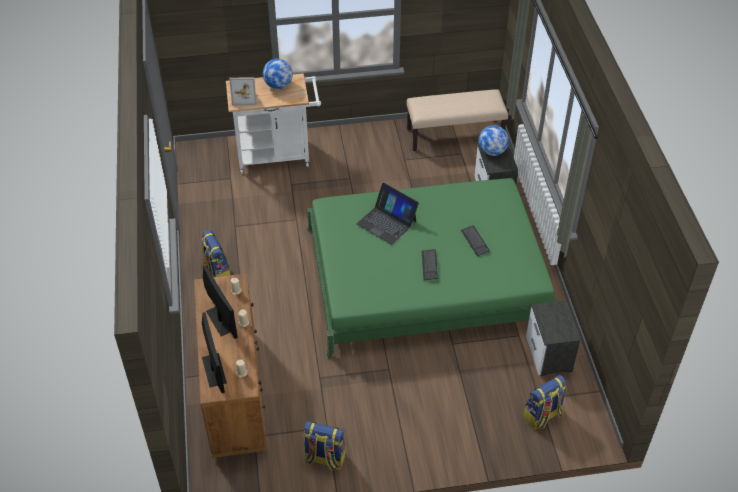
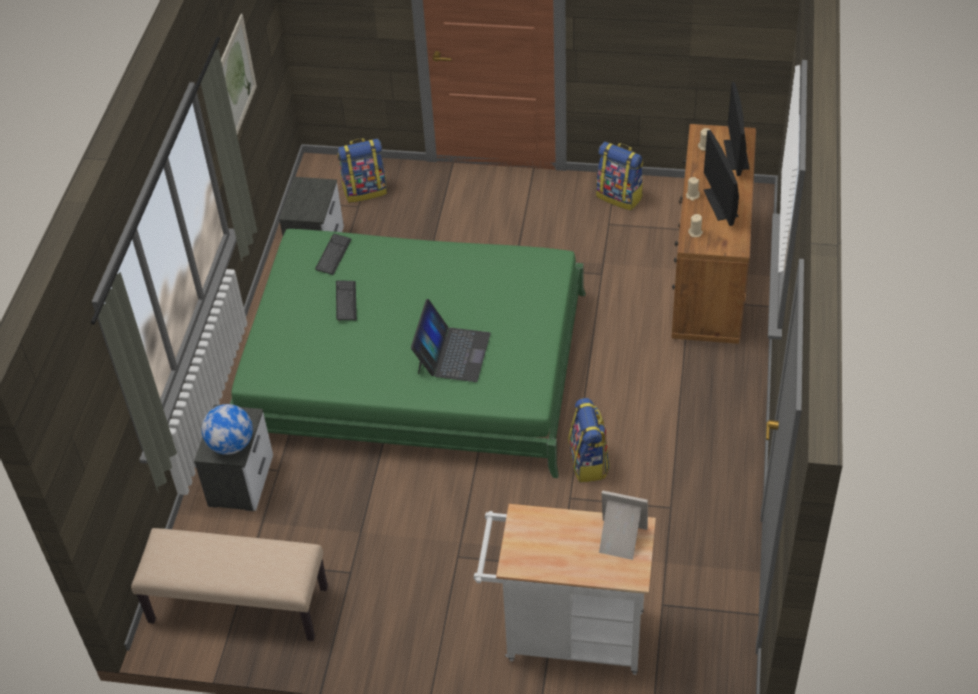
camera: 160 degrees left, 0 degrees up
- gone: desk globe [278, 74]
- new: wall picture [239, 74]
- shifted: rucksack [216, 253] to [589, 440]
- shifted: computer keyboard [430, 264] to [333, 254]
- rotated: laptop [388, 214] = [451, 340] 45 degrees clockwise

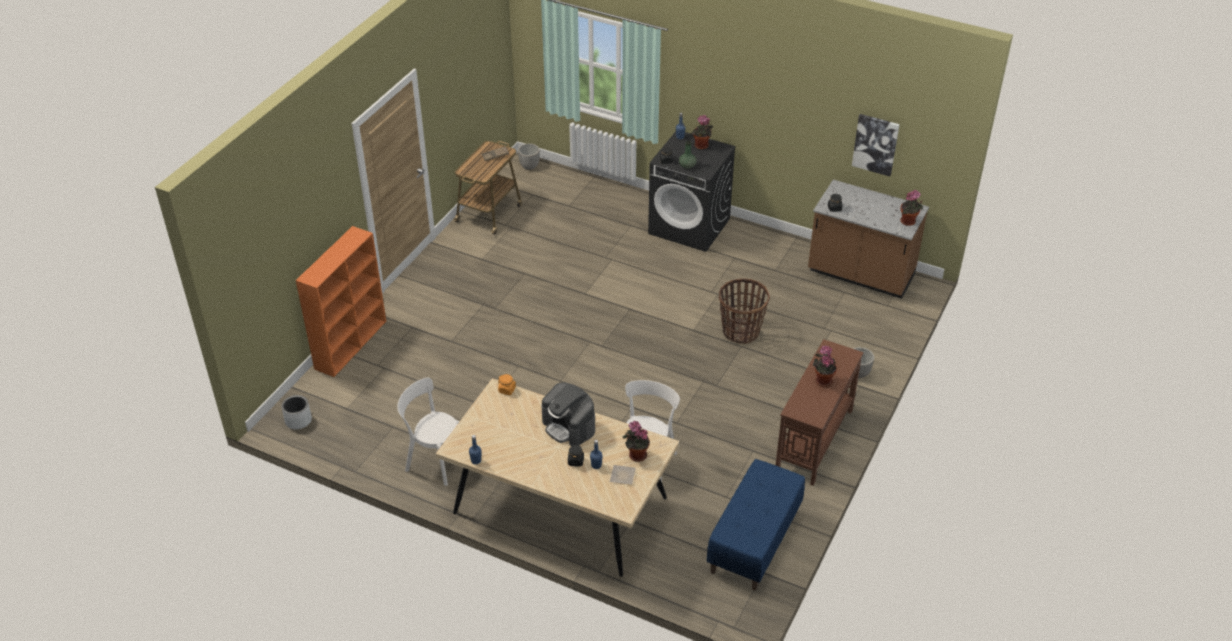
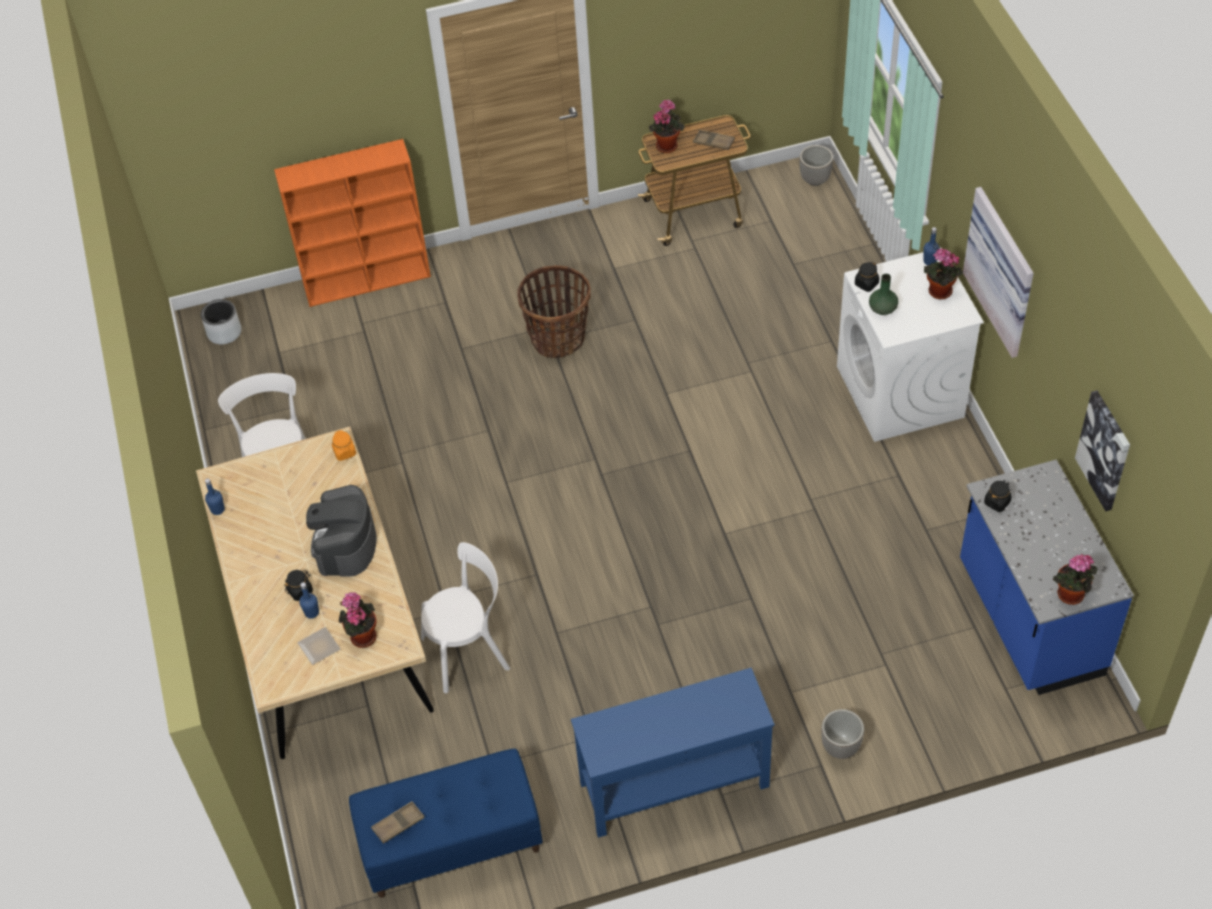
camera: 50 degrees right, 10 degrees up
- new: serving tray (brown) [398, 822]
- new: wall picture [998, 272]
- shifted: storage basket [744, 311] to [554, 311]
- shifted: potted plant [825, 366] to [667, 126]
- repainted: washing machine (black) [692, 191] to washing machine (white) [910, 345]
- repainted: narrow table (brown) [819, 412] to narrow table (bluish) [672, 753]
- repainted: counter (brown) [868, 239] to counter (bluish) [1047, 577]

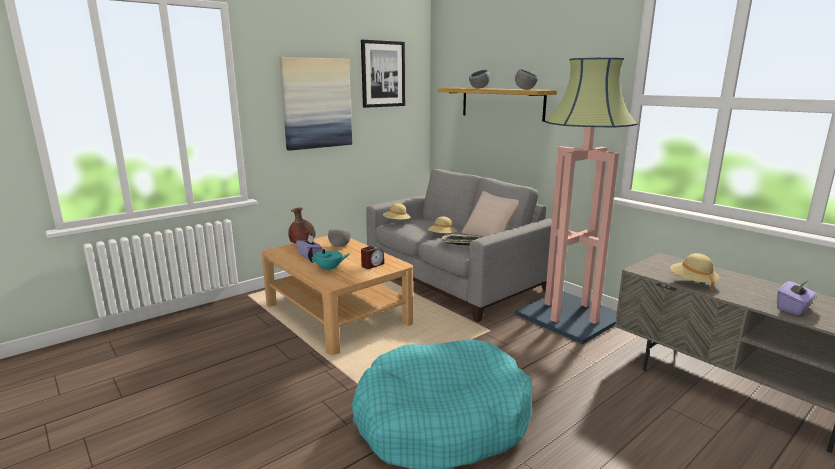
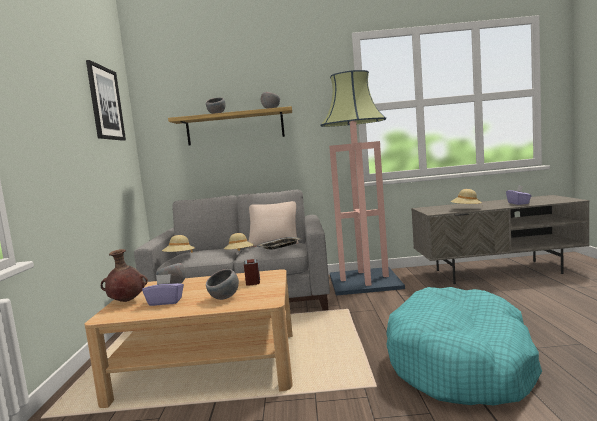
camera: 50 degrees left, 10 degrees down
- gone: wall picture [315, 104]
- swapped: teapot (turquoise-coloured) [329, 258] to deep dish (gray) [222, 284]

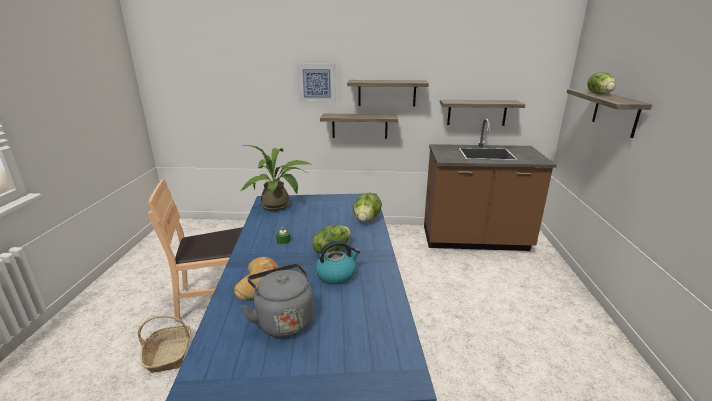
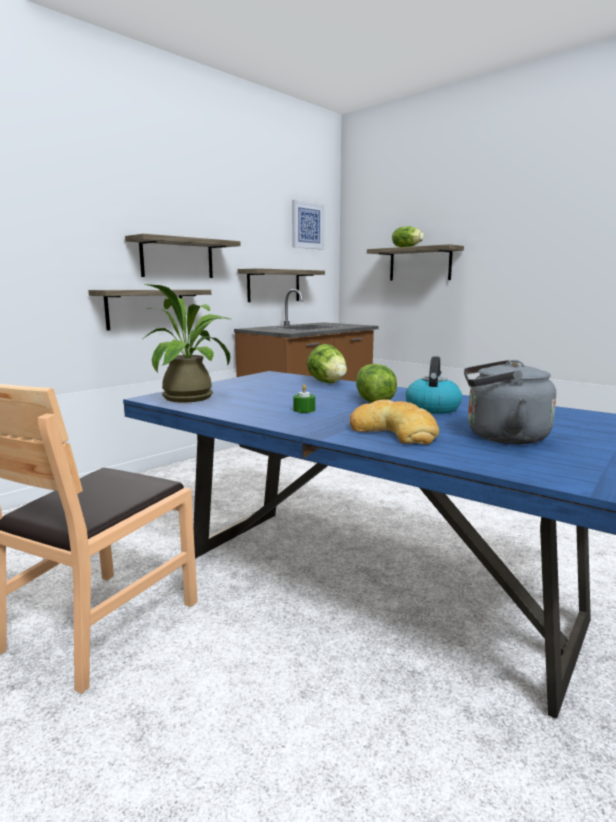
camera: 50 degrees left, 10 degrees down
- gone: storage basket [164, 344]
- shifted: wall picture [316, 83] to [308, 224]

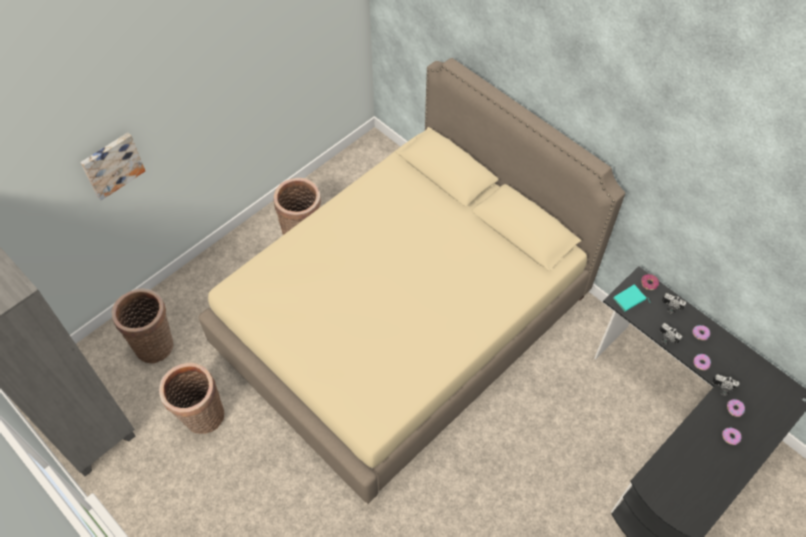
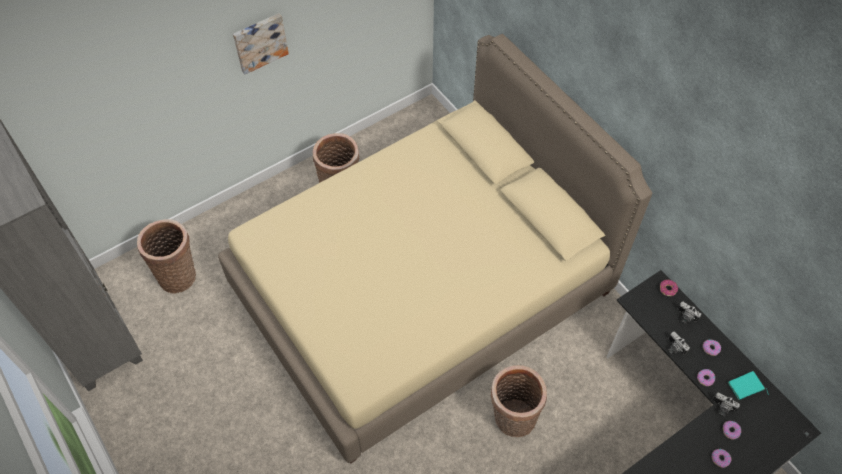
camera: 10 degrees right, 0 degrees up
- shifted: wall picture [112, 166] to [261, 43]
- shifted: storage basket [191, 398] to [519, 401]
- shifted: volume (turquoise-coloured) [632, 298] to [748, 385]

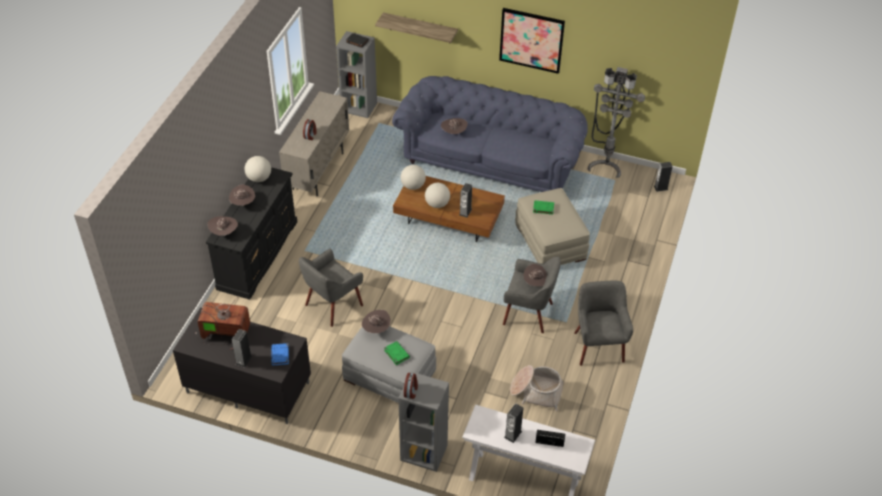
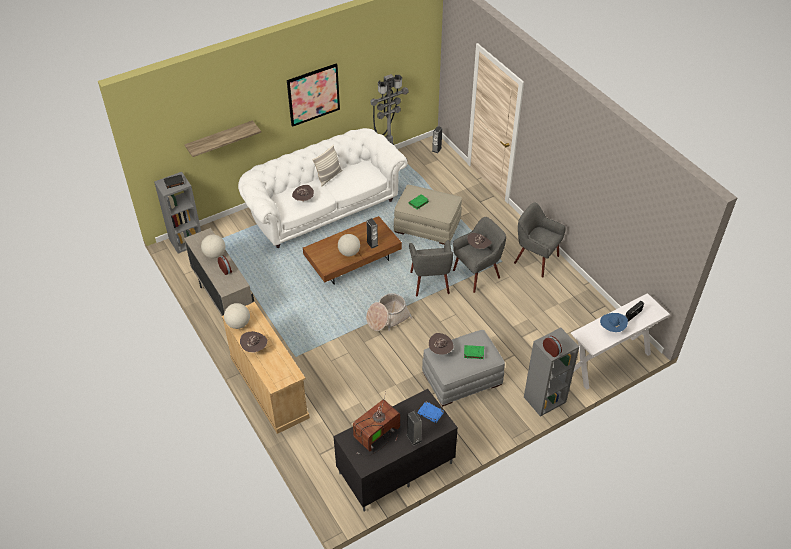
camera: 50 degrees left, 0 degrees up
- gone: clothing hat (brown) [222, 226]
- new: throw pillow [327, 166]
- shifted: easy chair (gray) [331, 288] to [431, 268]
- shifted: desk globe [413, 177] to [213, 246]
- shifted: storage basket [537, 388] to [389, 312]
- swapped: loudspeaker [513, 423] to clothing hat (bluish) [614, 322]
- repainted: drawer chest (black) [251, 233] to drawer chest (beige-coloured) [266, 368]
- repainted: couch (bluish) [490, 134] to couch (white) [322, 188]

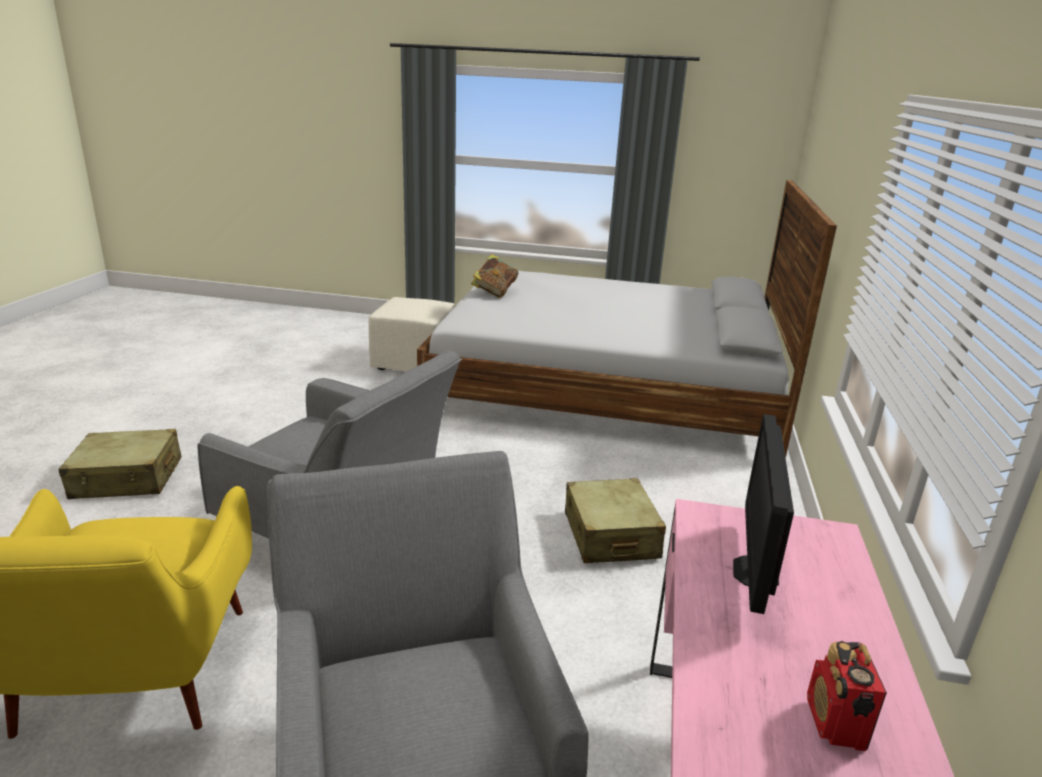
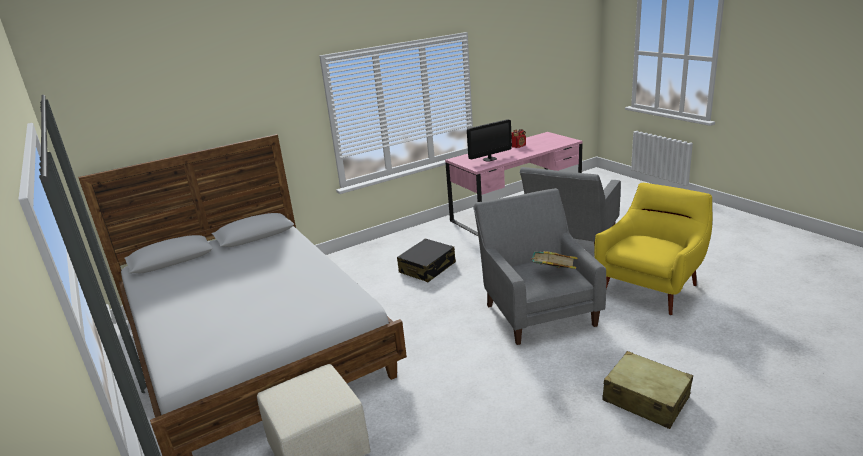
camera: 130 degrees left, 0 degrees up
- shifted: volume [494, 276] to [555, 260]
- repainted: travel case (beige-coloured) [615, 520] to travel case (black) [426, 260]

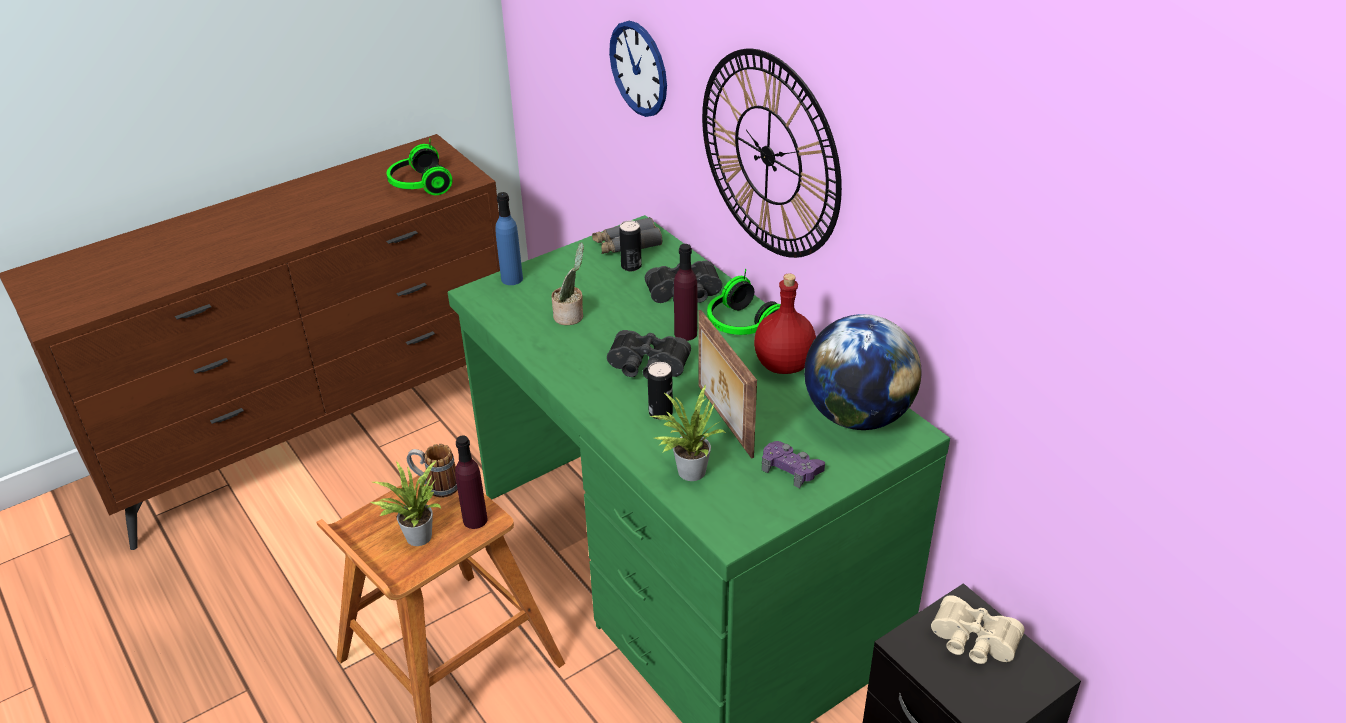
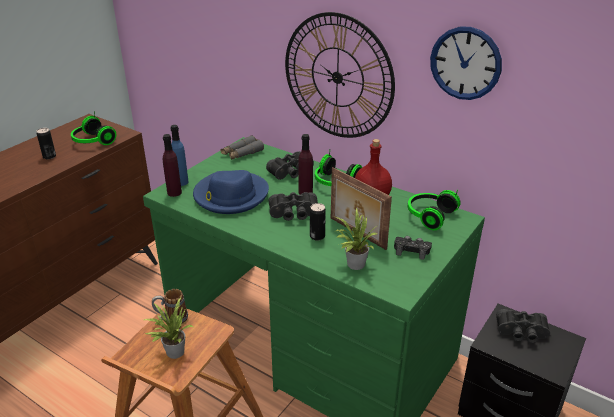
camera: 20 degrees left, 5 degrees down
- shifted: beverage bottle (purple) [471, 482] to [172, 165]
- shifted: hanging clock [638, 69] to [466, 63]
- shifted: can [630, 245] to [46, 143]
- swapped: potted plant [567, 283] to clothing hat (bluish) [231, 192]
- swapped: desk globe [863, 372] to pair of headphones [434, 210]
- repainted: gamepad (purple) [793, 464] to gamepad (black) [413, 248]
- repainted: pair of binoculars (beige-coloured) [978, 629] to pair of binoculars (black) [523, 326]

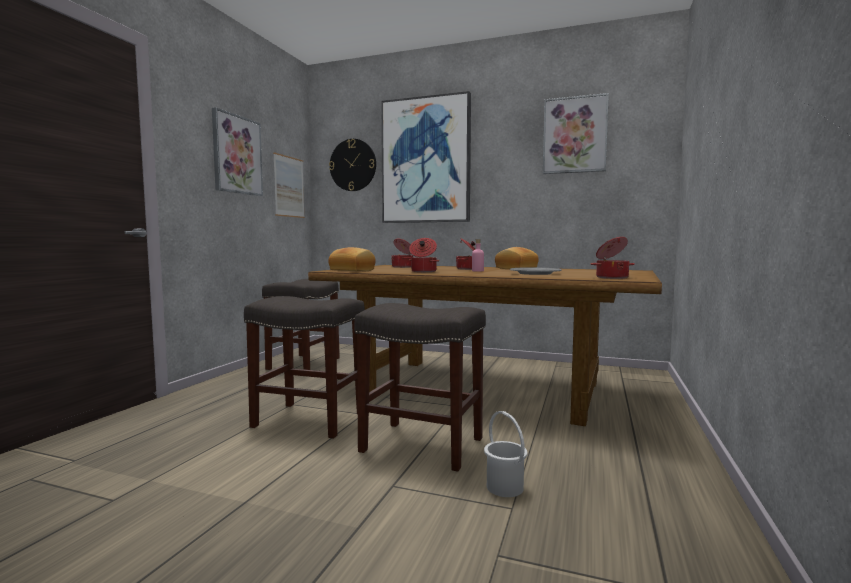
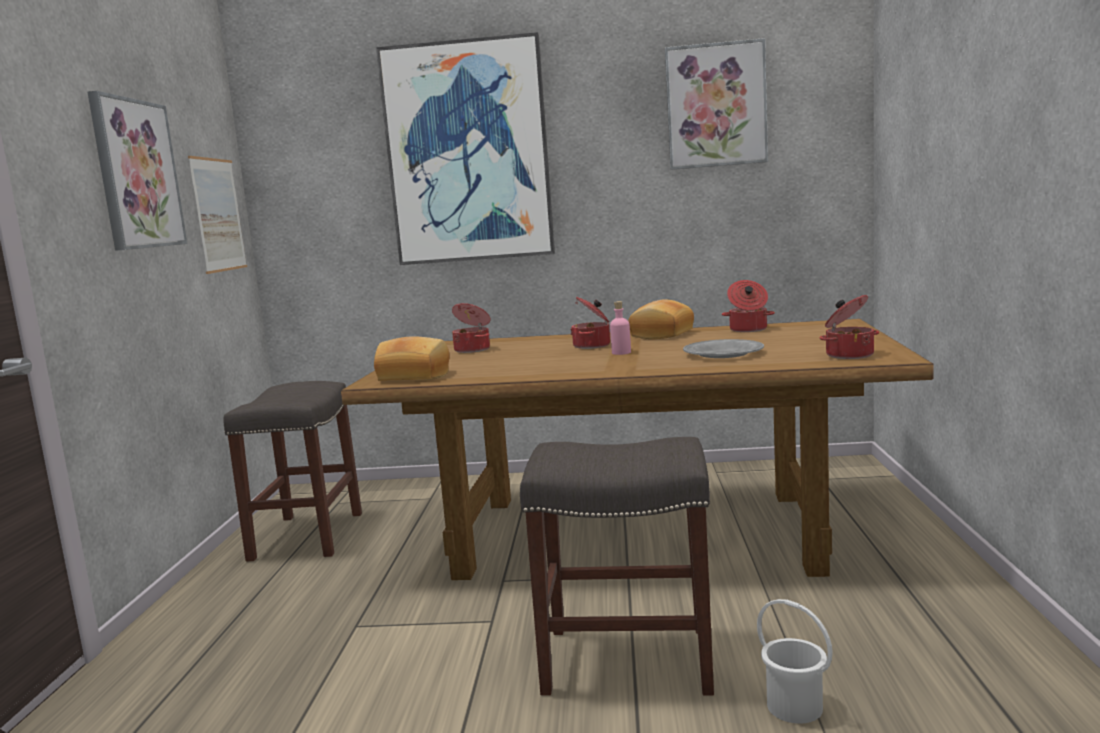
camera: 15 degrees left, 5 degrees up
- gone: sitting stool (gray) [304, 367]
- gone: hanging clock [352, 165]
- shifted: stockpot [424, 255] to [748, 306]

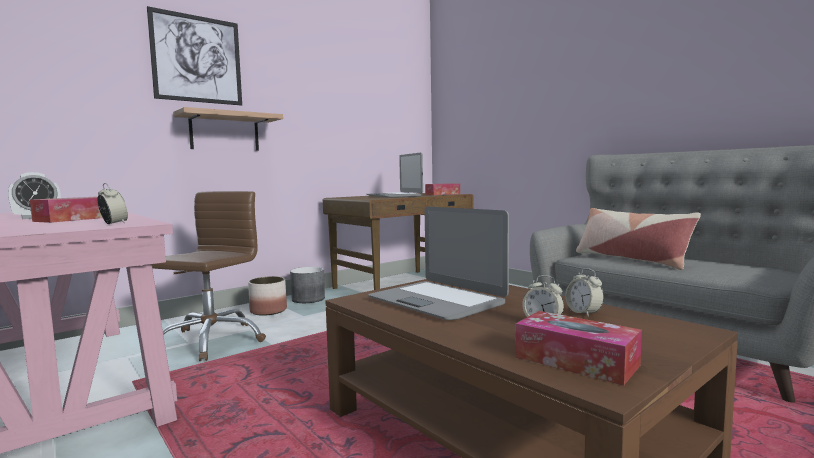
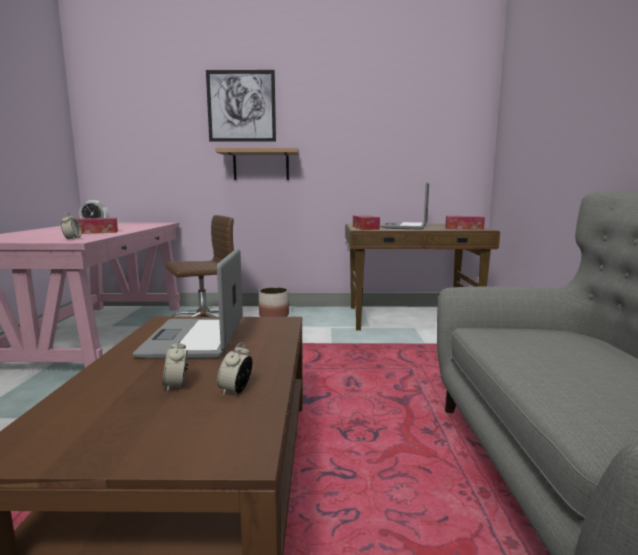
camera: 40 degrees right, 5 degrees up
- gone: planter (gray) [307, 285]
- gone: throw pillow [638, 239]
- shifted: box of tissues [578, 348] to [366, 222]

